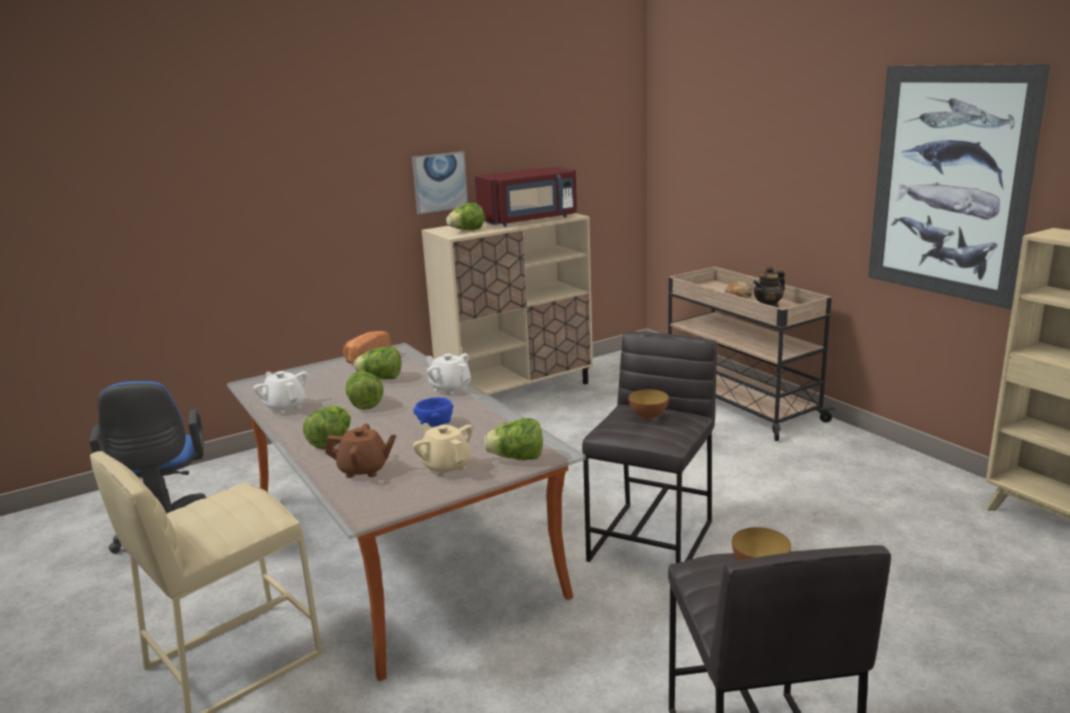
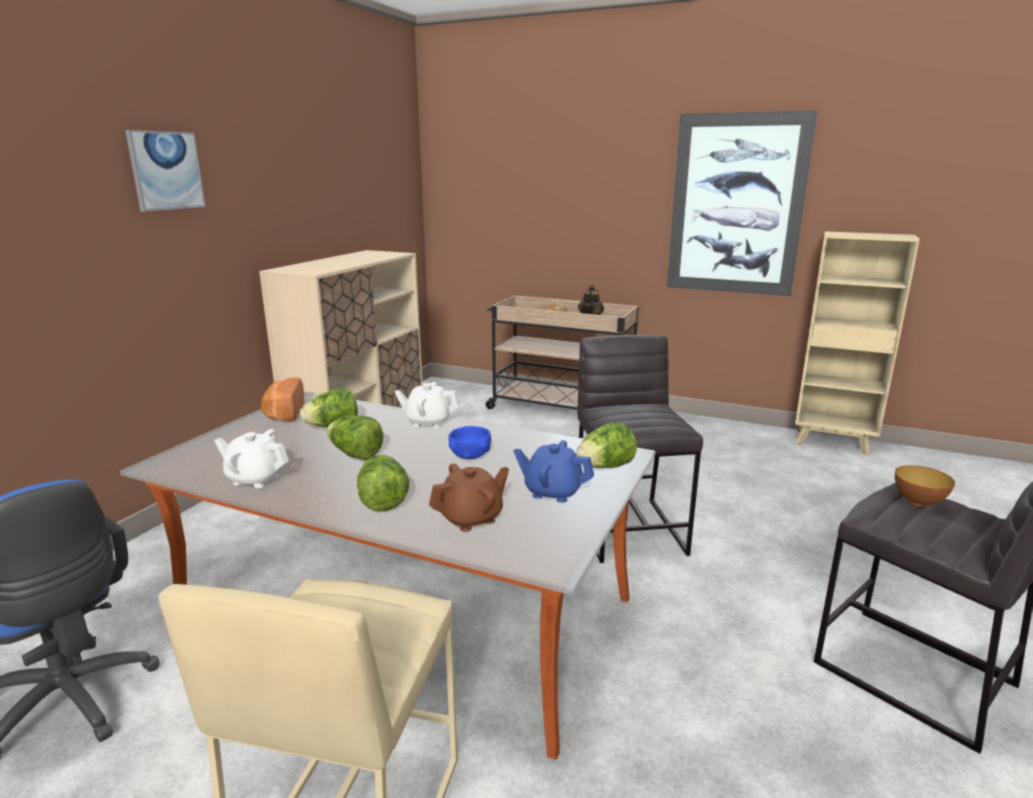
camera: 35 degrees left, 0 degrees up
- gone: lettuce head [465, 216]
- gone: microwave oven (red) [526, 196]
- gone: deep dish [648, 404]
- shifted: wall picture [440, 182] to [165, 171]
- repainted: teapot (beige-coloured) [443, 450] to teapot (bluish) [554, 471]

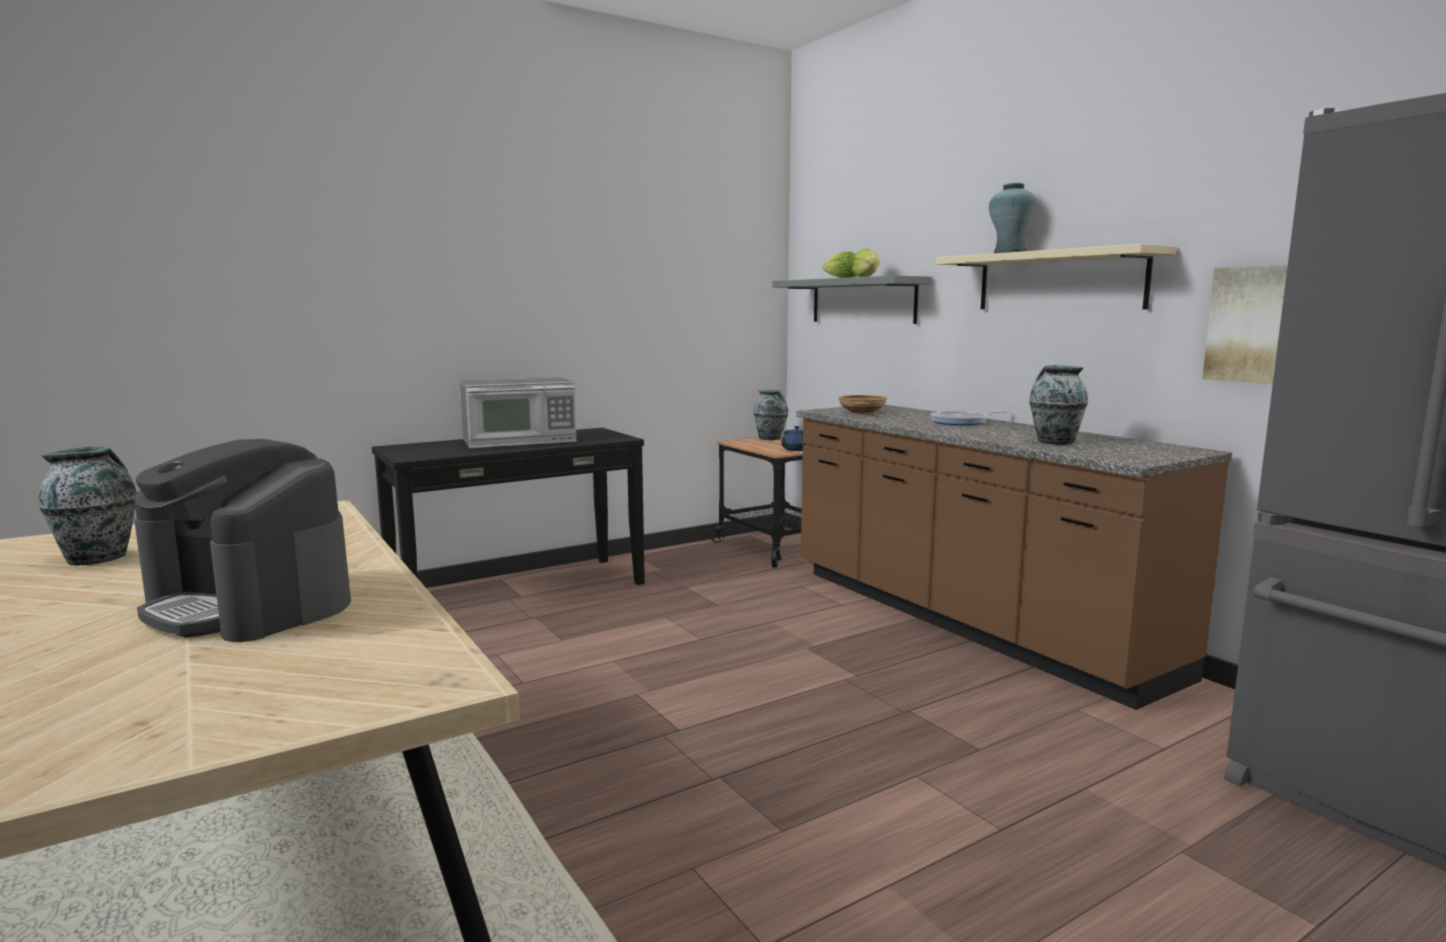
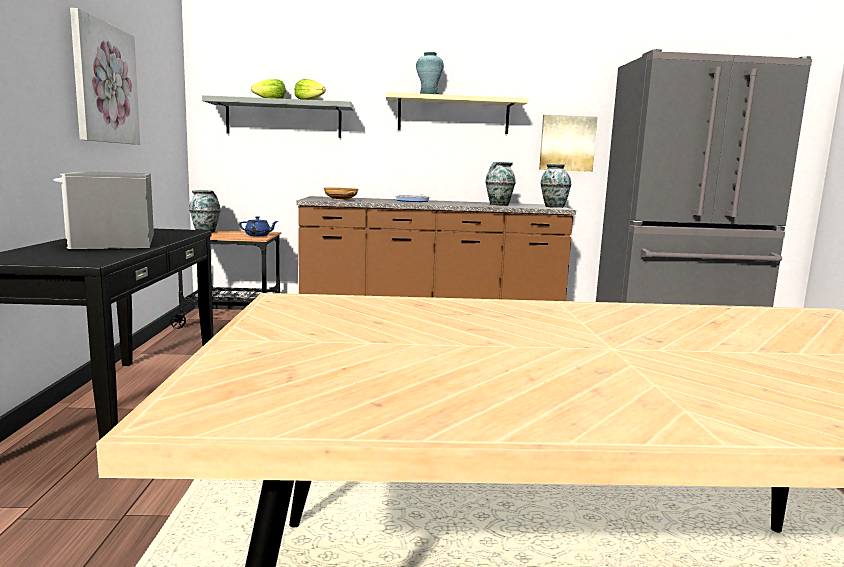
camera: 60 degrees left, 0 degrees up
- gone: coffee brewer [242, 540]
- new: wall picture [105, 76]
- shifted: vase [87, 505] to [555, 186]
- rotated: microwave oven [518, 412] = [104, 210] 150 degrees clockwise

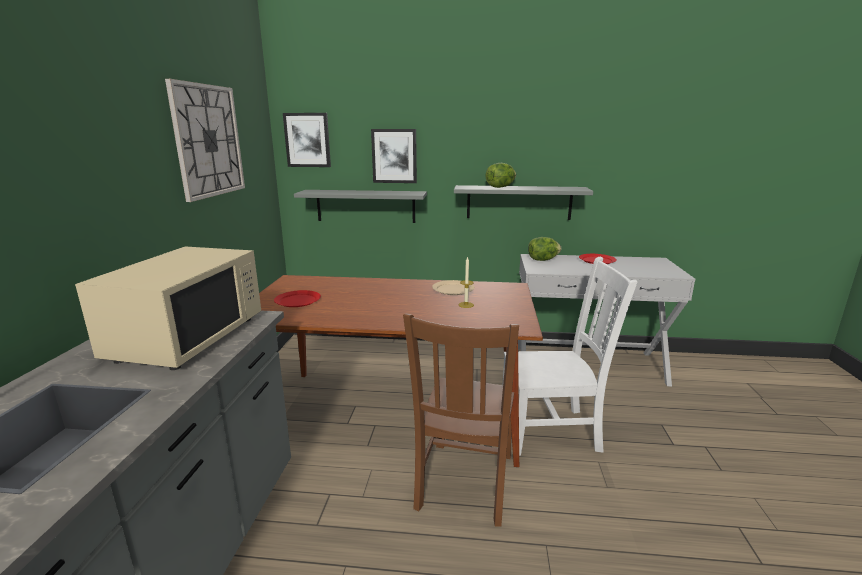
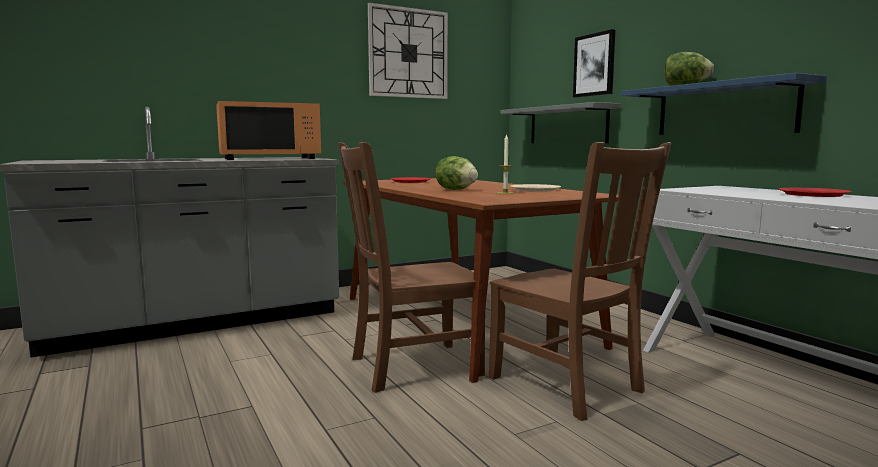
camera: 55 degrees right, 10 degrees down
- gone: wall picture [307, 140]
- shifted: lettuce head [544, 249] to [456, 173]
- repainted: microwave oven (beige-coloured) [168, 308] to microwave oven (orangey) [268, 130]
- repainted: wall shelf (gray) [523, 202] to wall shelf (bluish) [724, 104]
- repainted: upright chair (white) [570, 356] to upright chair (brown) [580, 281]

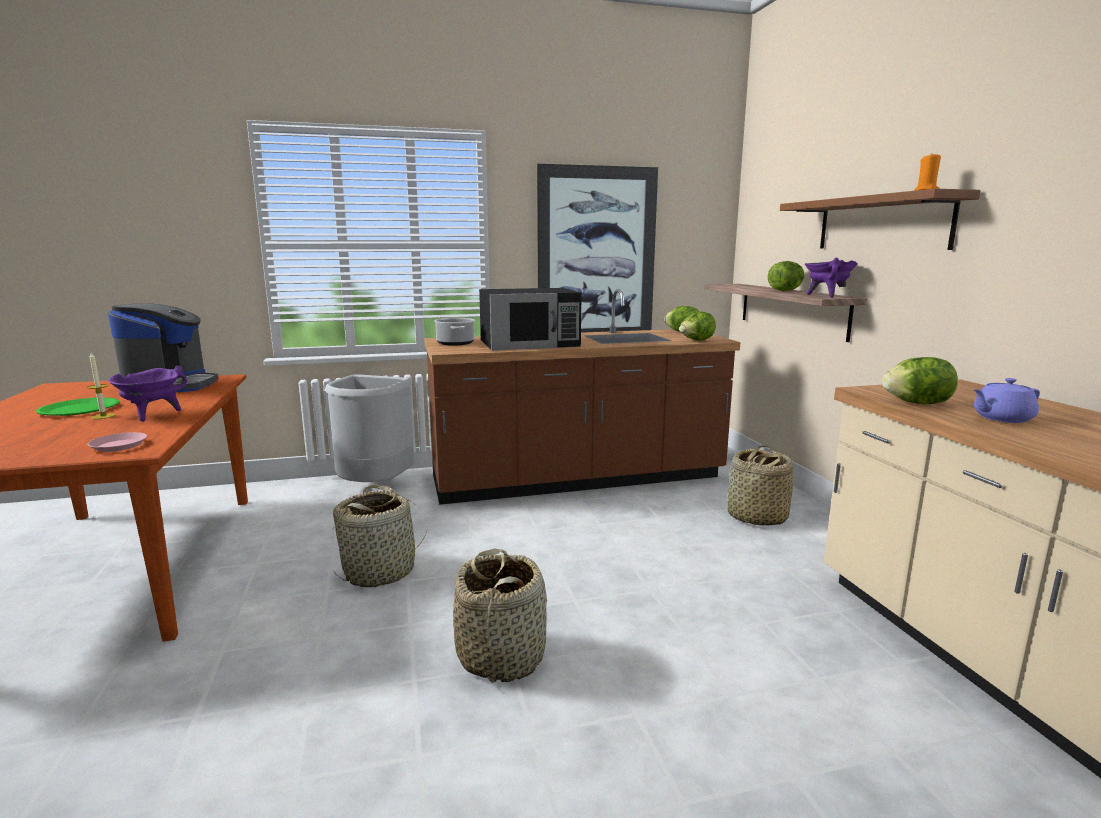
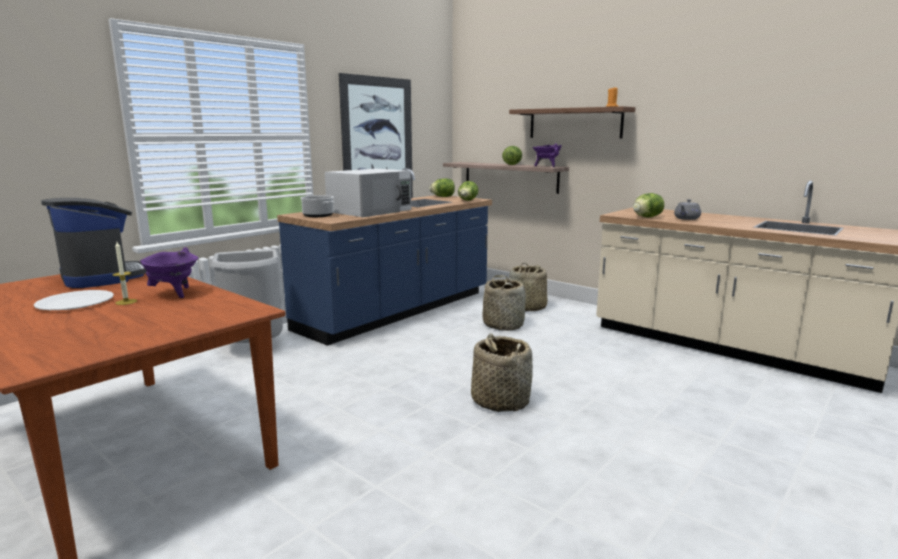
camera: 35 degrees left, 0 degrees up
- gone: dinner plate (pink) [117, 442]
- shifted: storage basket [379, 536] to [504, 303]
- repainted: dinner plate (green) [78, 406] to dinner plate (white) [74, 300]
- repainted: counter (brown) [582, 397] to counter (bluish) [384, 257]
- repainted: microwave oven (black) [530, 319] to microwave oven (white) [368, 193]
- repainted: teapot (purple) [1006, 400] to teapot (gray) [687, 209]

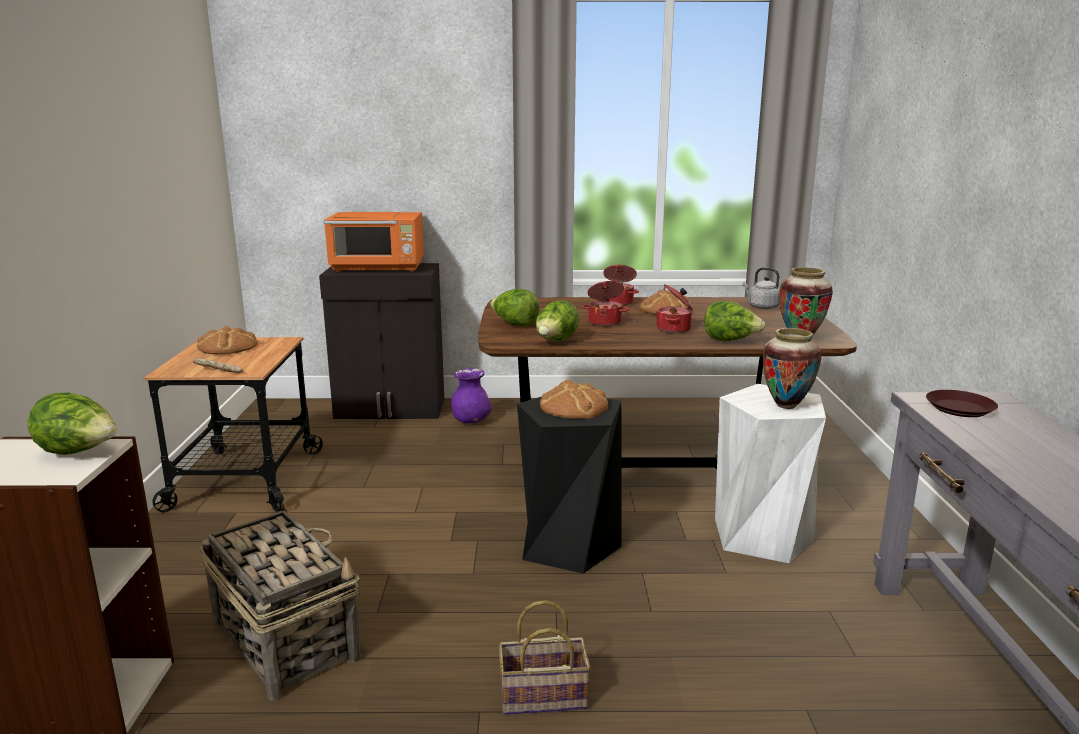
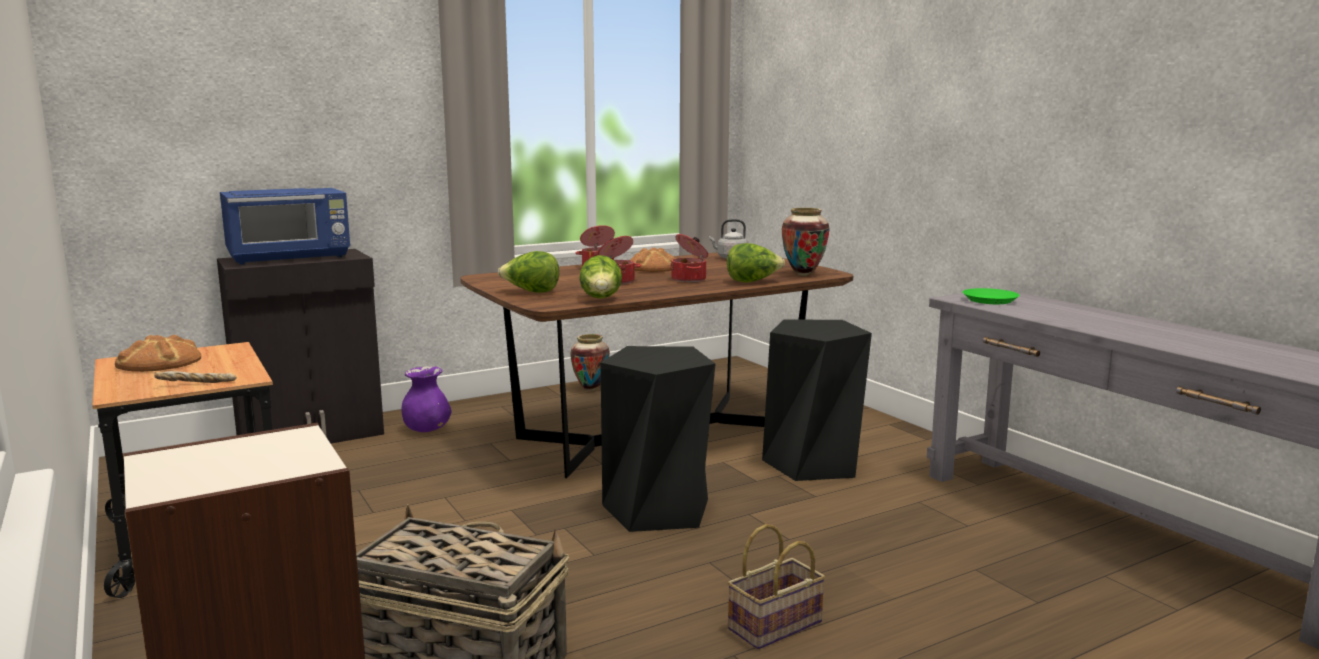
camera: 30 degrees left, 5 degrees down
- gone: lettuce head [72, 424]
- gone: baked bread [574, 399]
- shifted: vase [792, 368] to [590, 362]
- repainted: microwave oven (orangey) [374, 242] to microwave oven (bluish) [285, 226]
- repainted: sitting stool (white) [770, 473] to sitting stool (black) [817, 400]
- repainted: dinner plate (brown) [962, 403] to dinner plate (green) [991, 296]

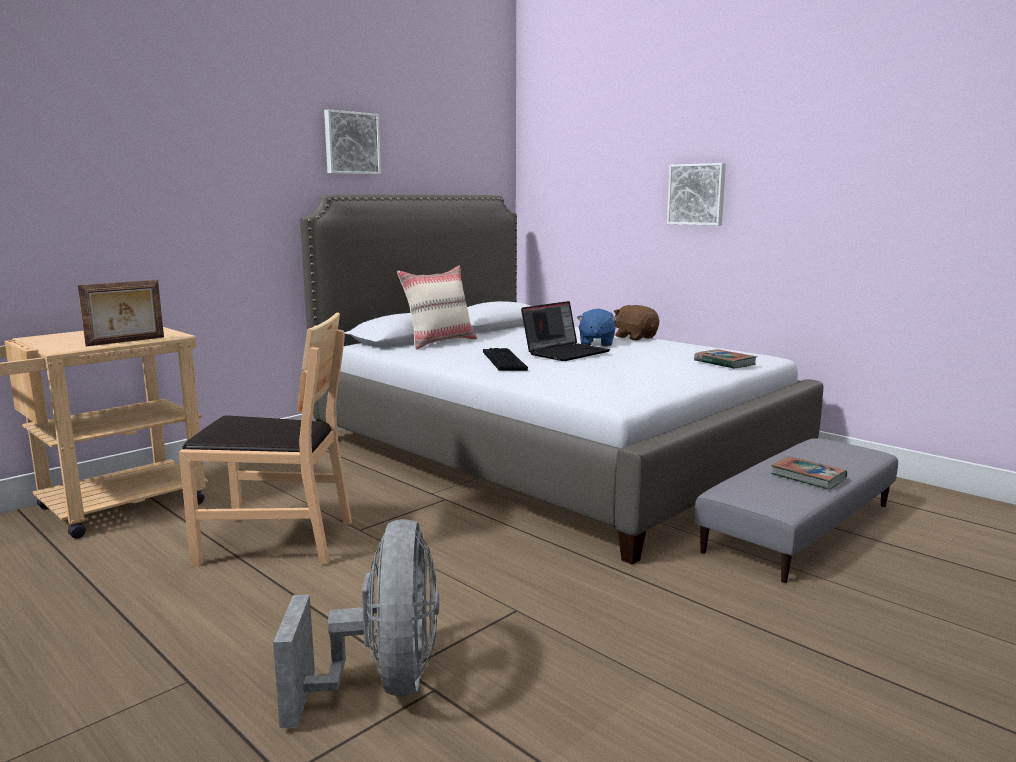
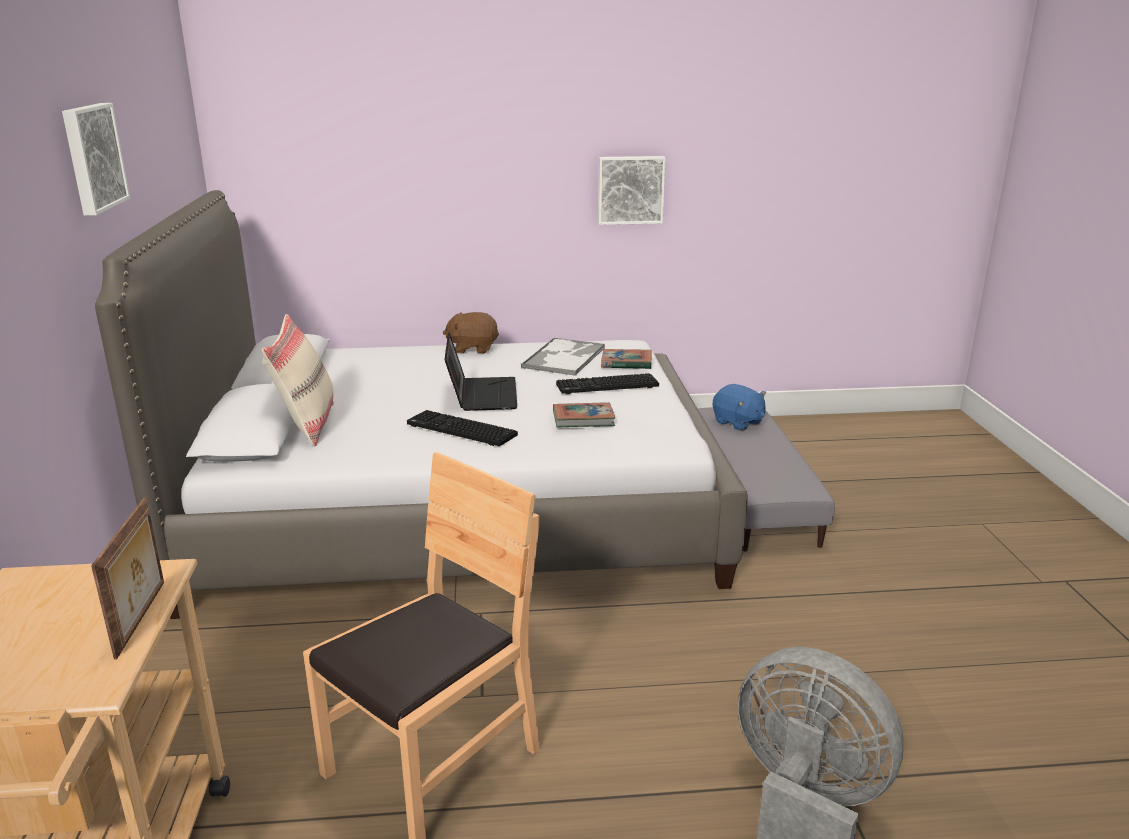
camera: 50 degrees left, 10 degrees up
- new: serving tray [563, 356]
- new: computer keyboard [607, 383]
- shifted: soft toy (bluish) [597, 328] to [739, 407]
- shifted: wall picture [696, 194] to [632, 190]
- shifted: volume [809, 473] to [584, 415]

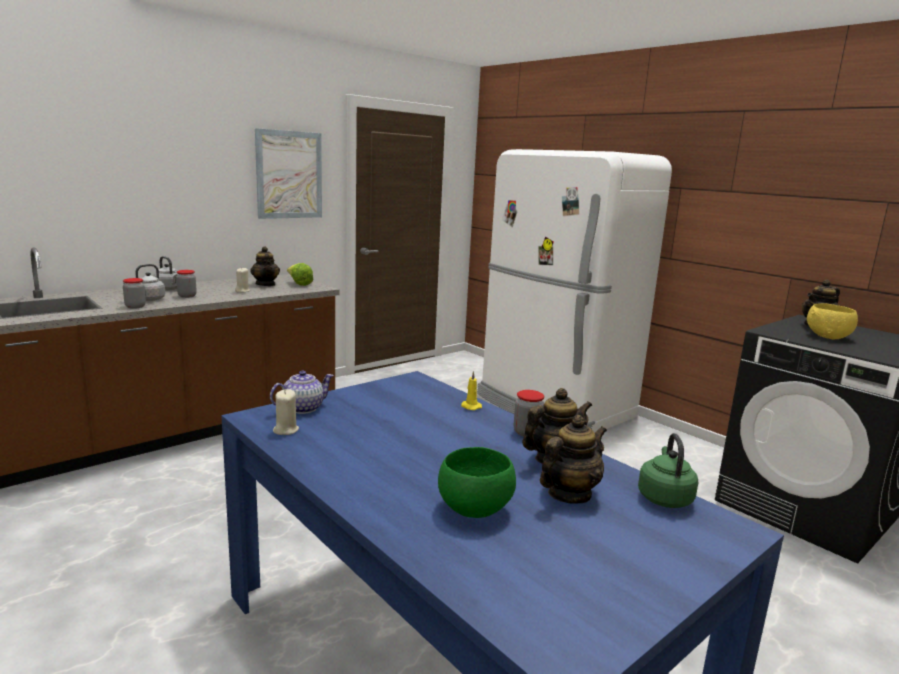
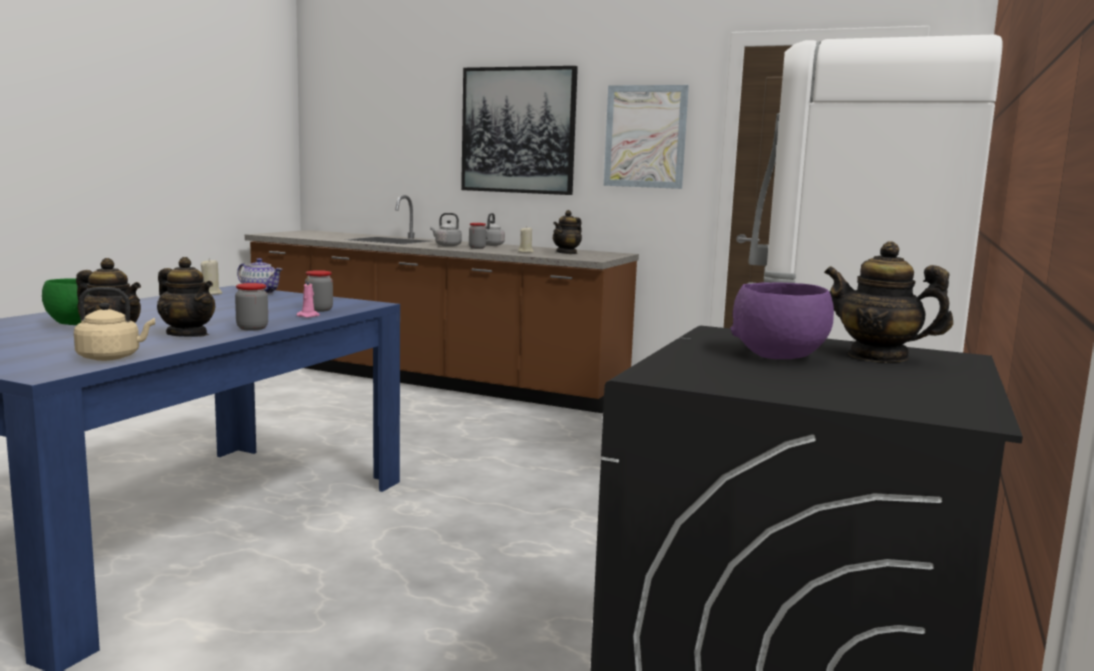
camera: 65 degrees right, 5 degrees down
- gone: lettuce head [300, 274]
- new: wall picture [519, 130]
- shifted: jar [134, 293] to [319, 291]
- repainted: wax light (yellow) [471, 390] to wax light (pink) [308, 297]
- repainted: tea kettle (green) [668, 470] to tea kettle (beige-coloured) [114, 324]
- repainted: deep dish (yellow) [832, 321] to deep dish (purple) [782, 320]

